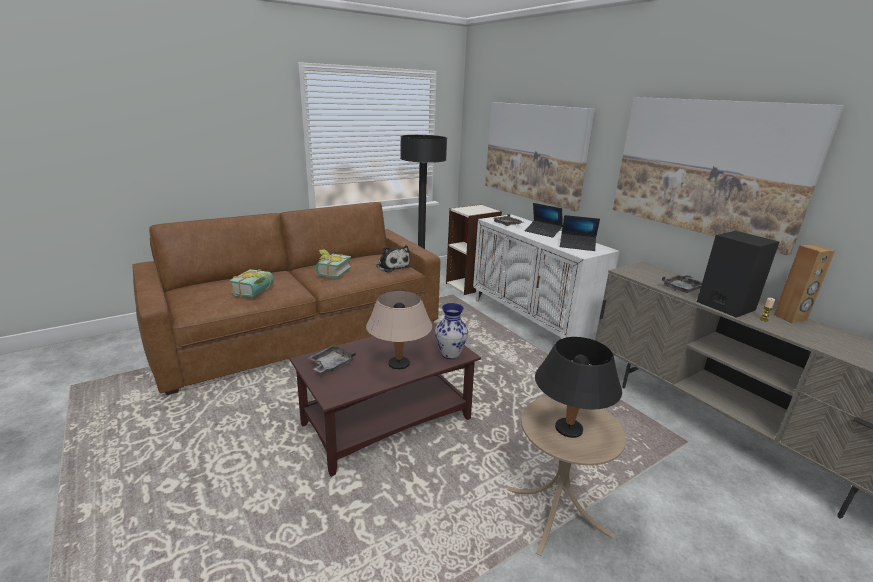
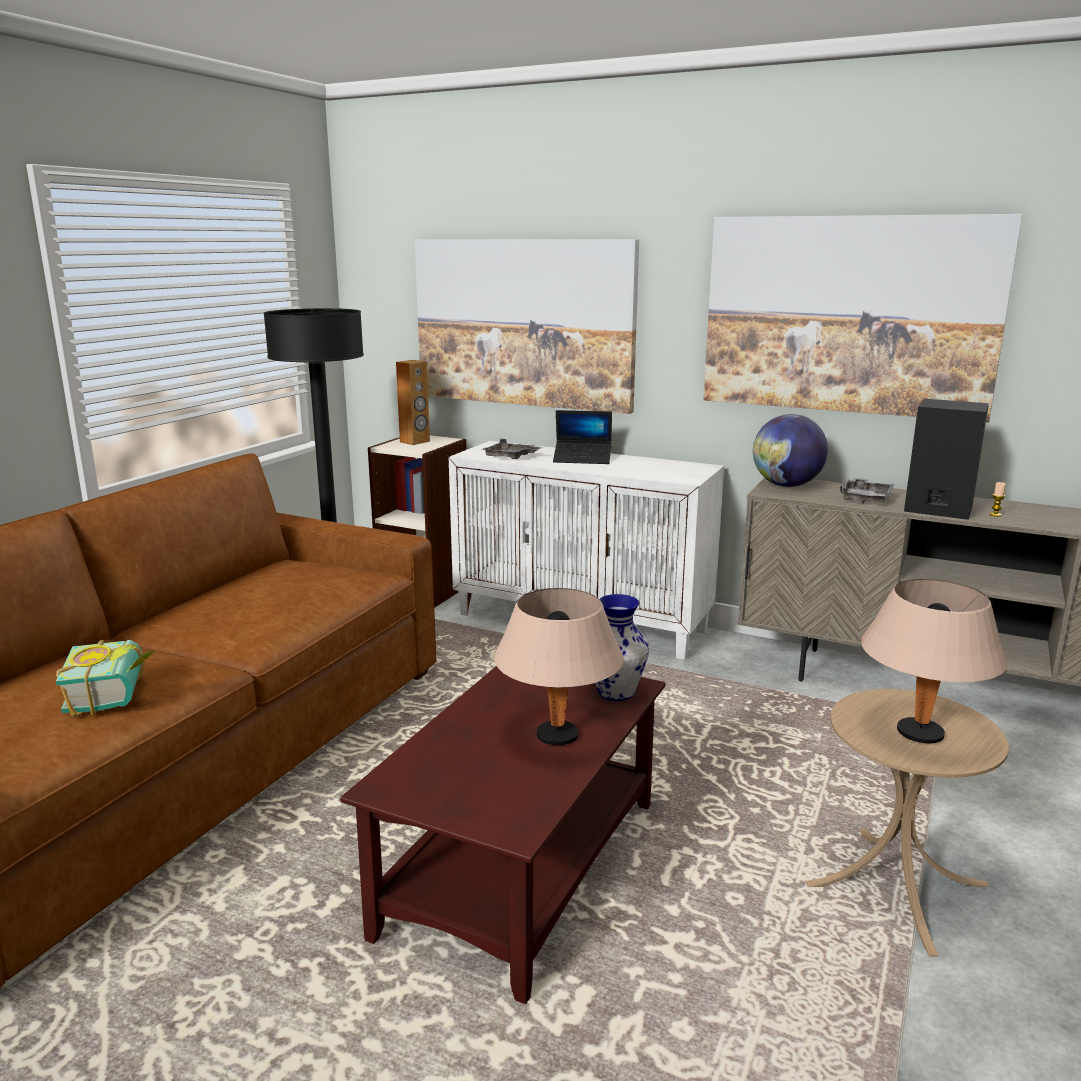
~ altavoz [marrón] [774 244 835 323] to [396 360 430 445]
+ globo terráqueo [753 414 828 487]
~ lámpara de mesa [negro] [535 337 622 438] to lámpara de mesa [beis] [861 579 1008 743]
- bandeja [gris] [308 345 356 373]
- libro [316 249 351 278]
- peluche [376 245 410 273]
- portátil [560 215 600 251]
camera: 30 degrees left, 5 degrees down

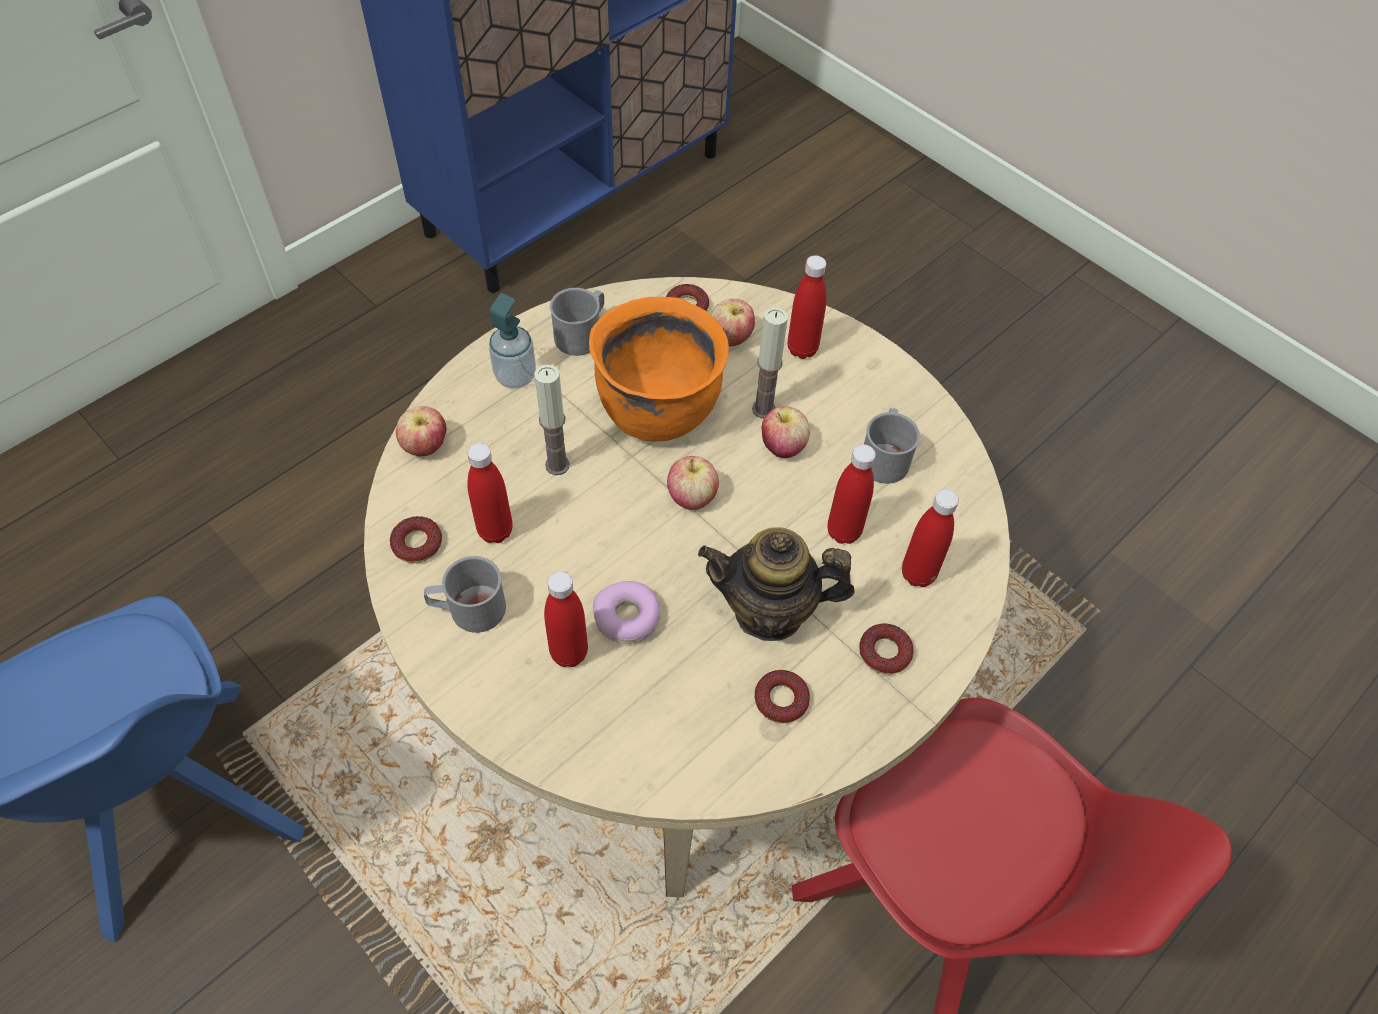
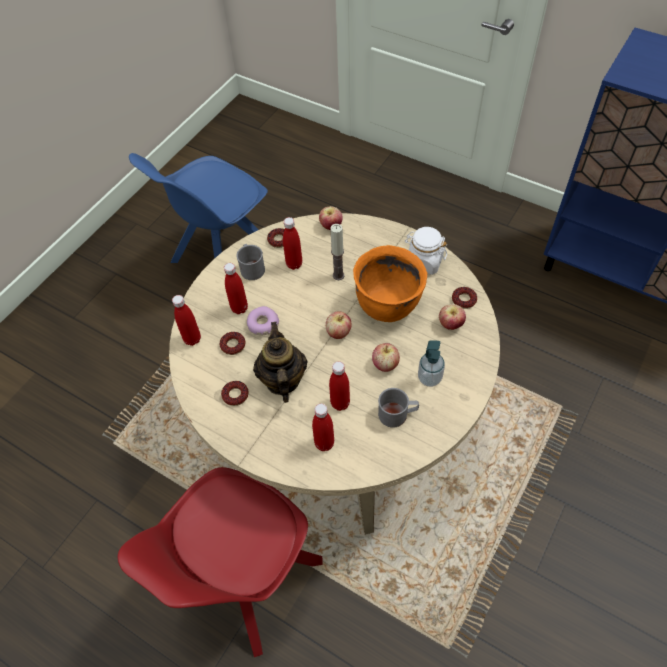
~ botella [rojo] [787 255 827 359] to [172 295 201 346]
~ rosquilla [859 623 914 674] to [220 332 245 355]
~ taza grande [gris] [550 288 604 356] to tarro [blanco] [405 227 447 275]
~ dispensador de jabón [489 293 536 389] to [418 340 445 387]
- vela [752 307 788 419]
camera: 80 degrees right, 0 degrees up

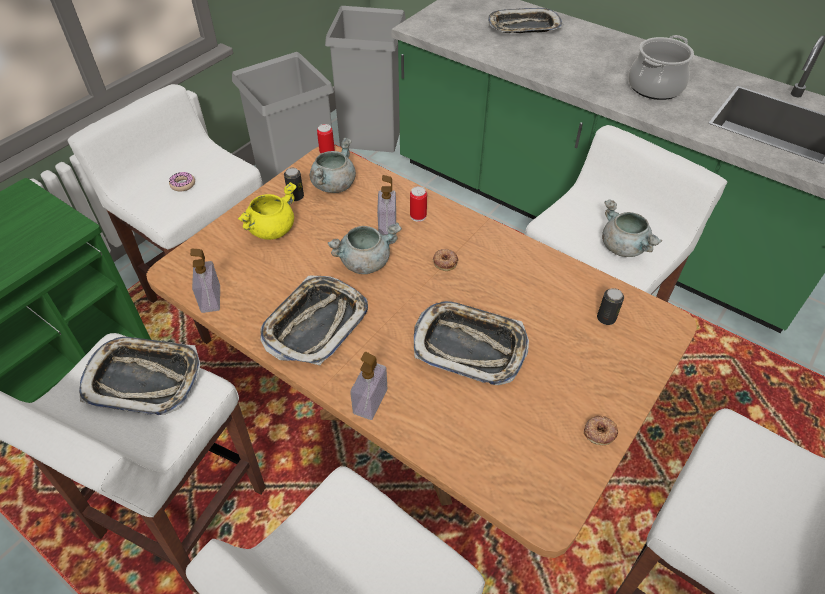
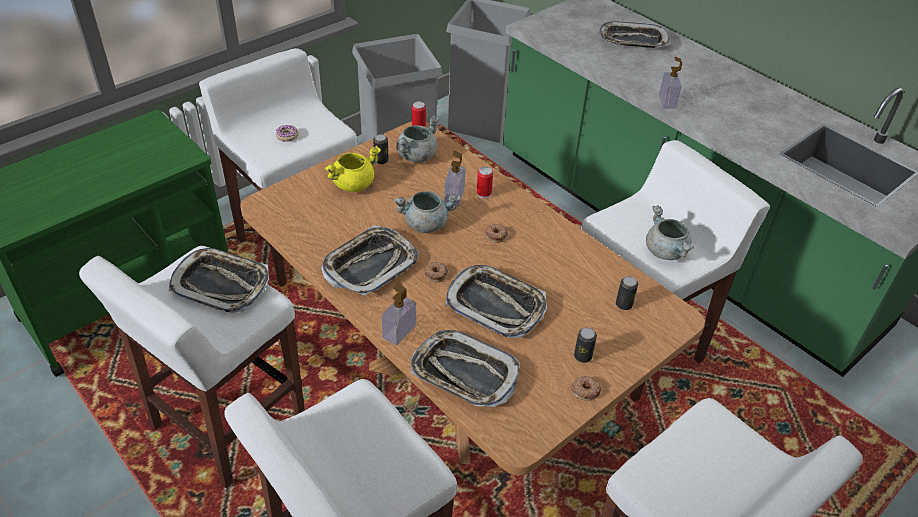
+ bandeja [411 330 519 407]
+ rosquilla [424 262 448 283]
+ lata [574 328 597 363]
~ dispensador de jabón [190 249 220 313] to [659 57 682 109]
- olla [628 35 694 100]
camera: 10 degrees right, 5 degrees down

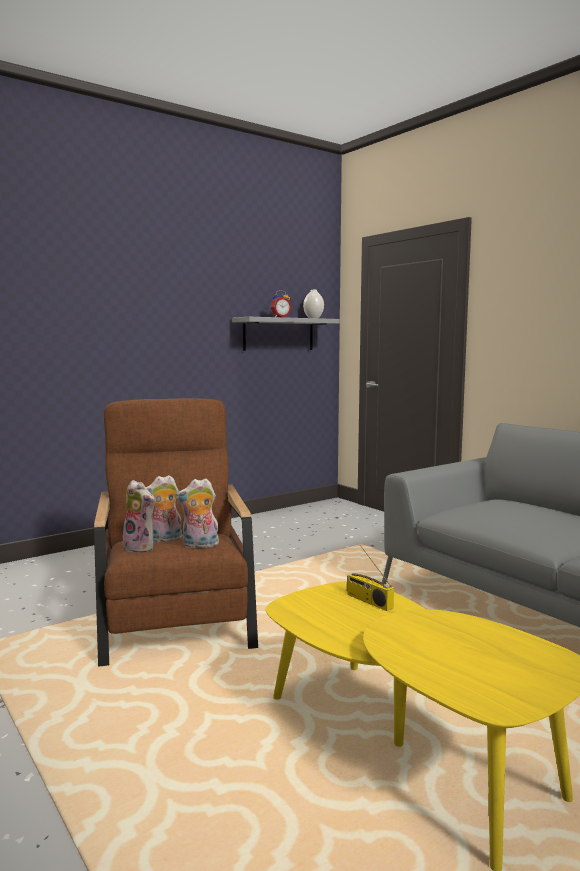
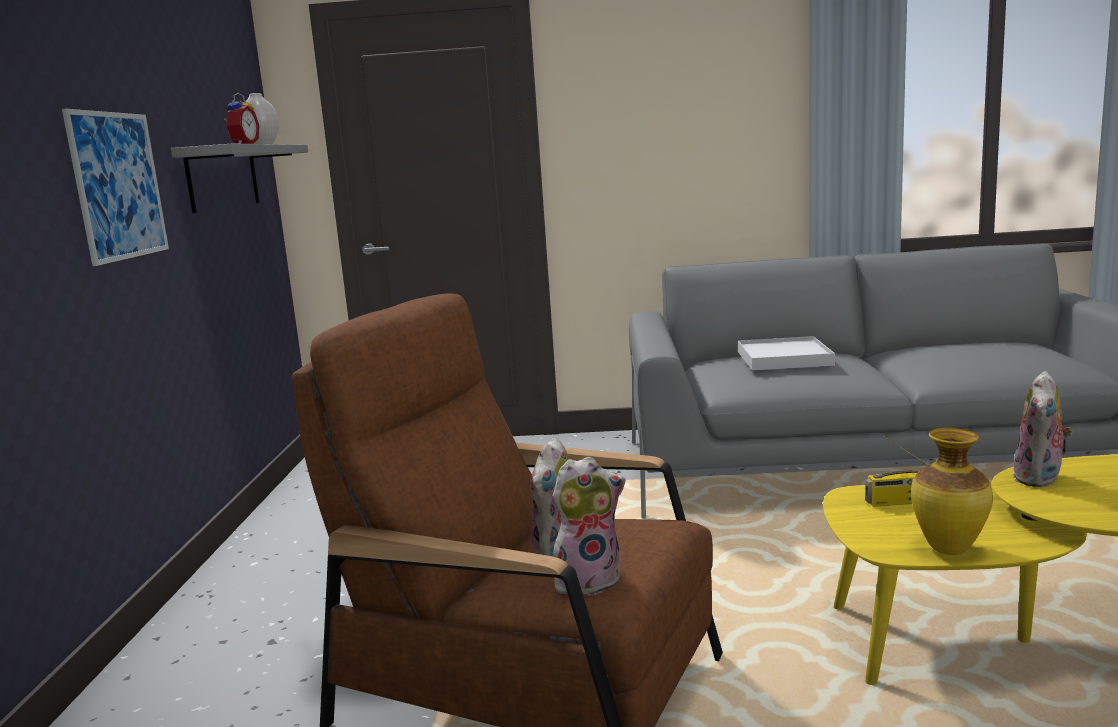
+ cuadro [62 109 169 266]
+ bandeja [blanco] [738 336 835 370]
+ florero [911 428 993 555]
~ peluche [176 478 219 548] to [1013 371 1073 487]
camera: 50 degrees left, 5 degrees up

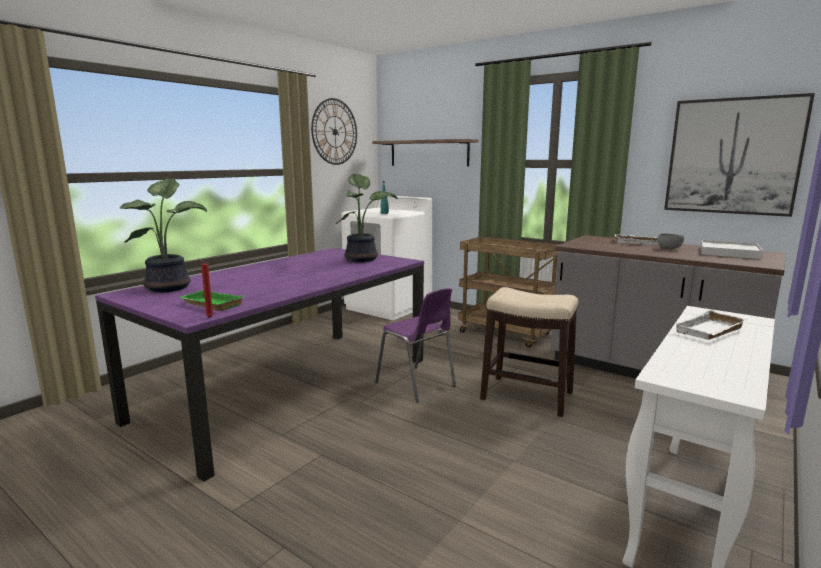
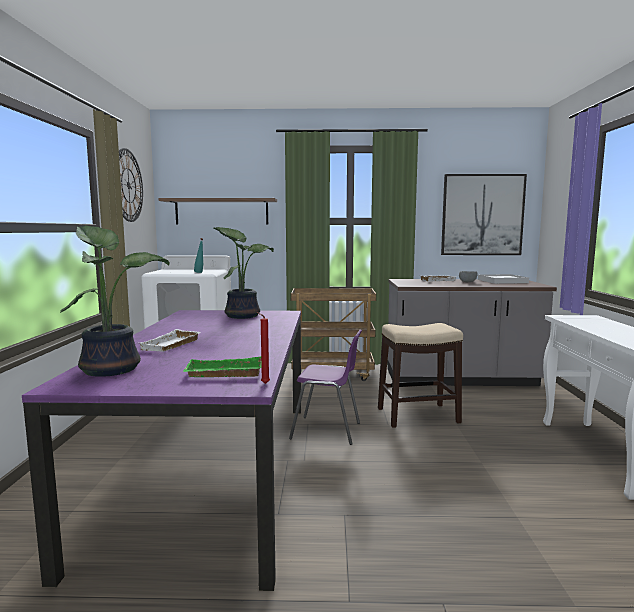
~ bandeja [blanco] [674 309 748 340] to [140 329 201 352]
camera: 35 degrees left, 5 degrees down

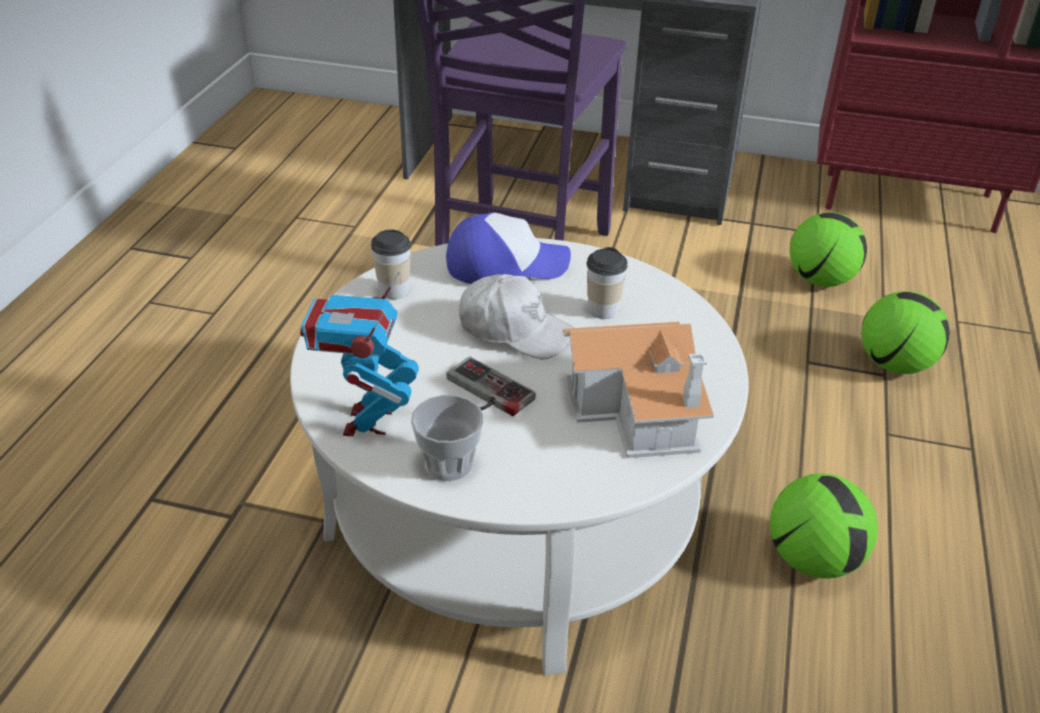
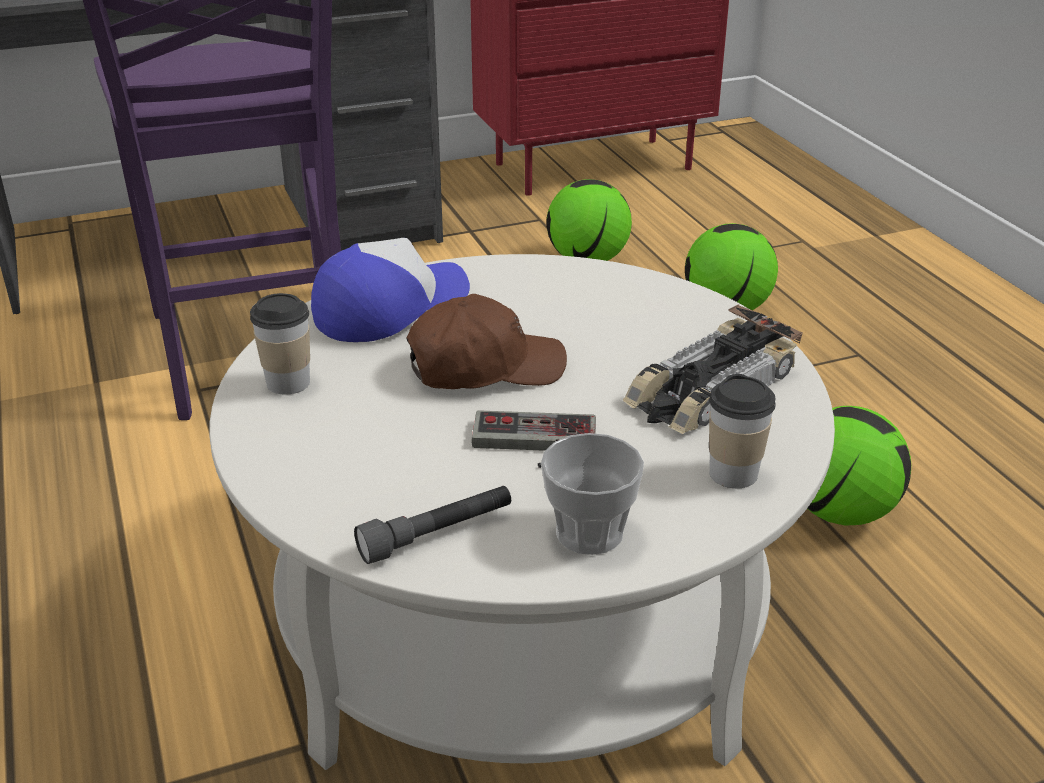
~ robot de juguete [300 271 419 436] to linterna [gris] [354 486 511 564]
~ gorra [blanco] [459 274 574 359] to gorra [marrón] [406 294 567 389]
~ casita [563 321 714 458] to coche de juguete [623 304 802 434]
~ taza [587 247 627 319] to [709 374 776 488]
camera: 35 degrees left, 5 degrees down

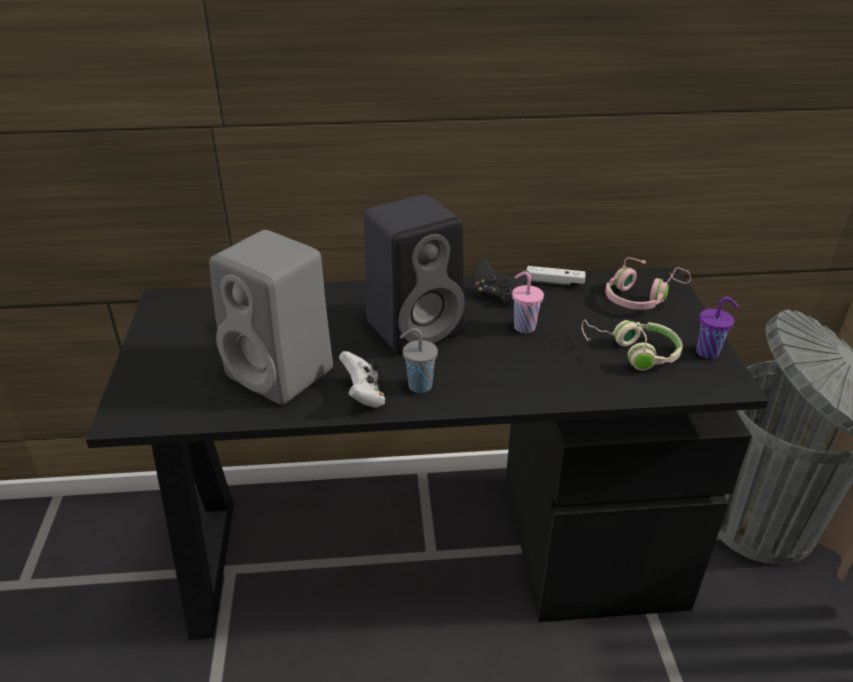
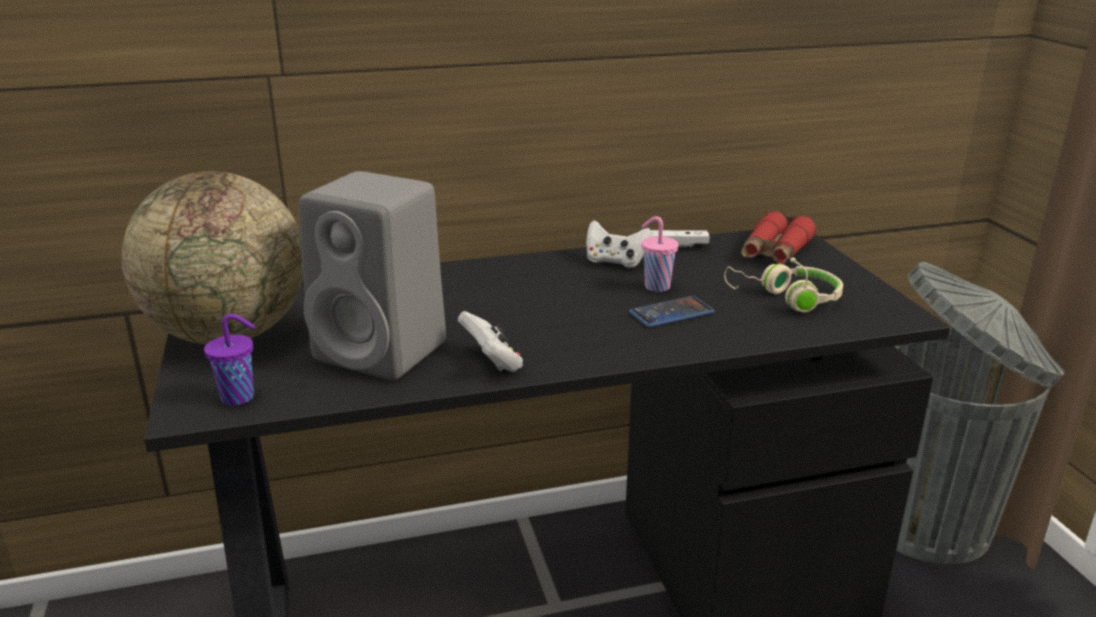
+ globo terráqueo [122 171 303 344]
~ taza [morado] [696 297 739 359] to [204 314 256 406]
~ mando de consola [negro] [474 258 529 304] to mando de consola [blanco] [586 220 652 268]
+ móvil [629 296 715 328]
~ auriculares [rosa] [605 257 691 310] to prismáticos [rojo] [741 211 817 264]
- altavoz [negro] [364 195 465 354]
- taza [gris] [400 328 438 393]
camera: 10 degrees left, 10 degrees down

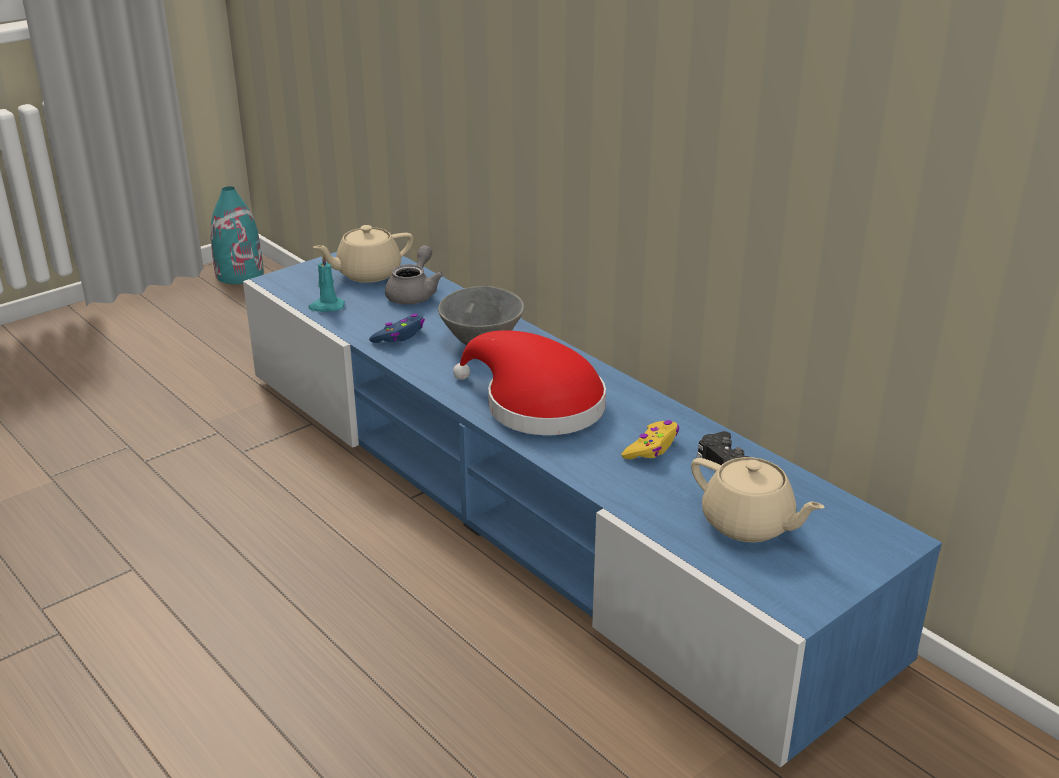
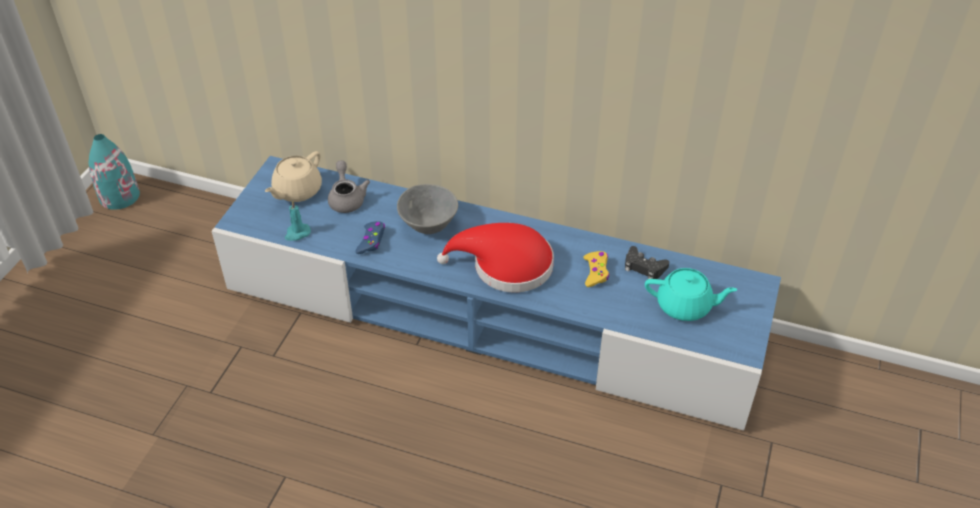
~ tetera [beis] [691 457 825 542] to tetera [turquesa] [645 268 737 321]
camera: 30 degrees left, 15 degrees up

